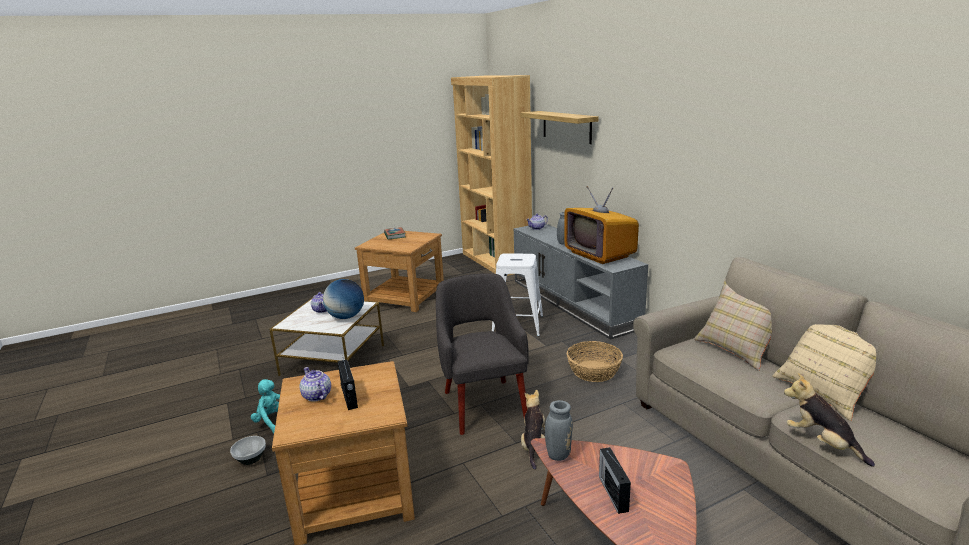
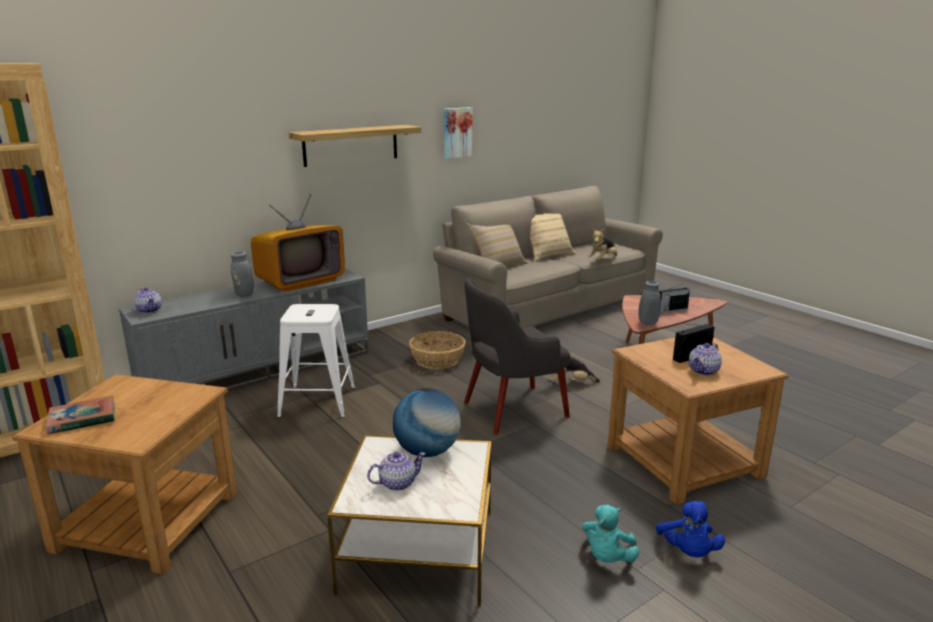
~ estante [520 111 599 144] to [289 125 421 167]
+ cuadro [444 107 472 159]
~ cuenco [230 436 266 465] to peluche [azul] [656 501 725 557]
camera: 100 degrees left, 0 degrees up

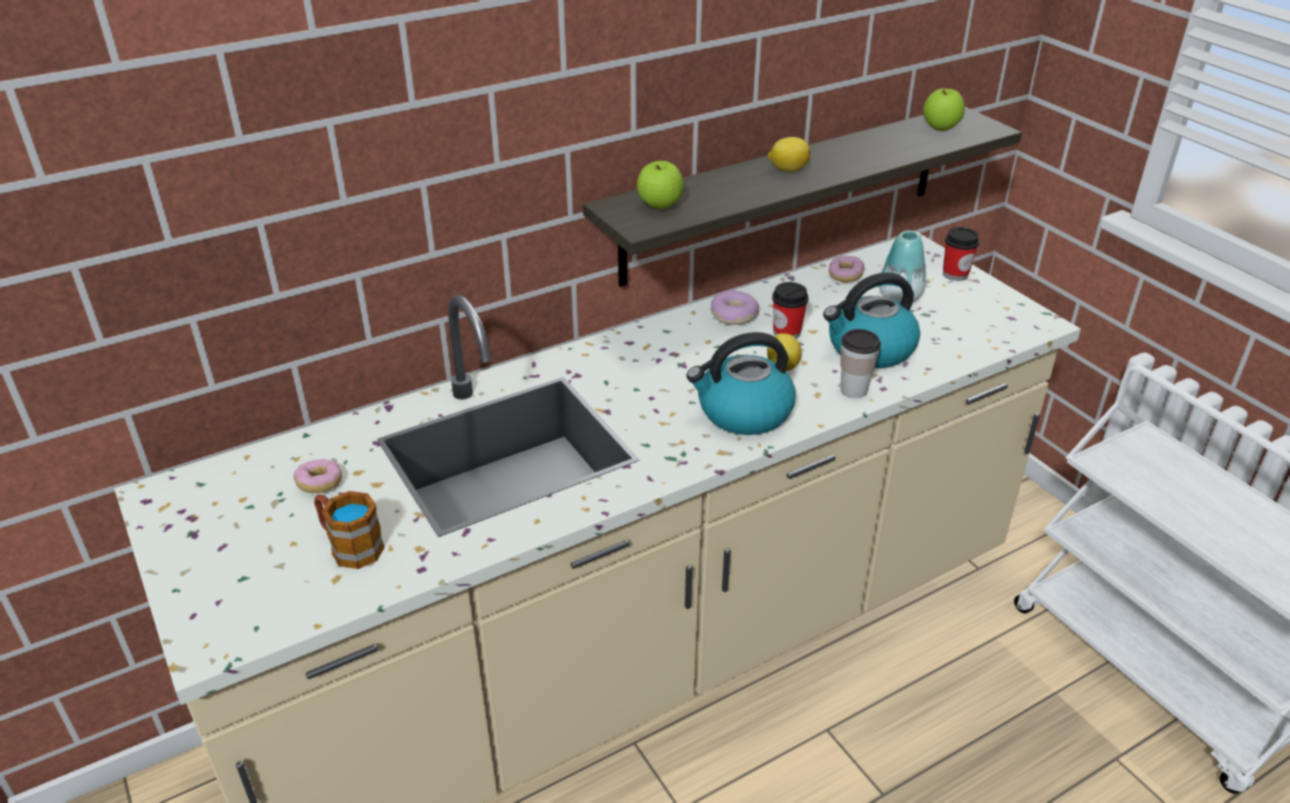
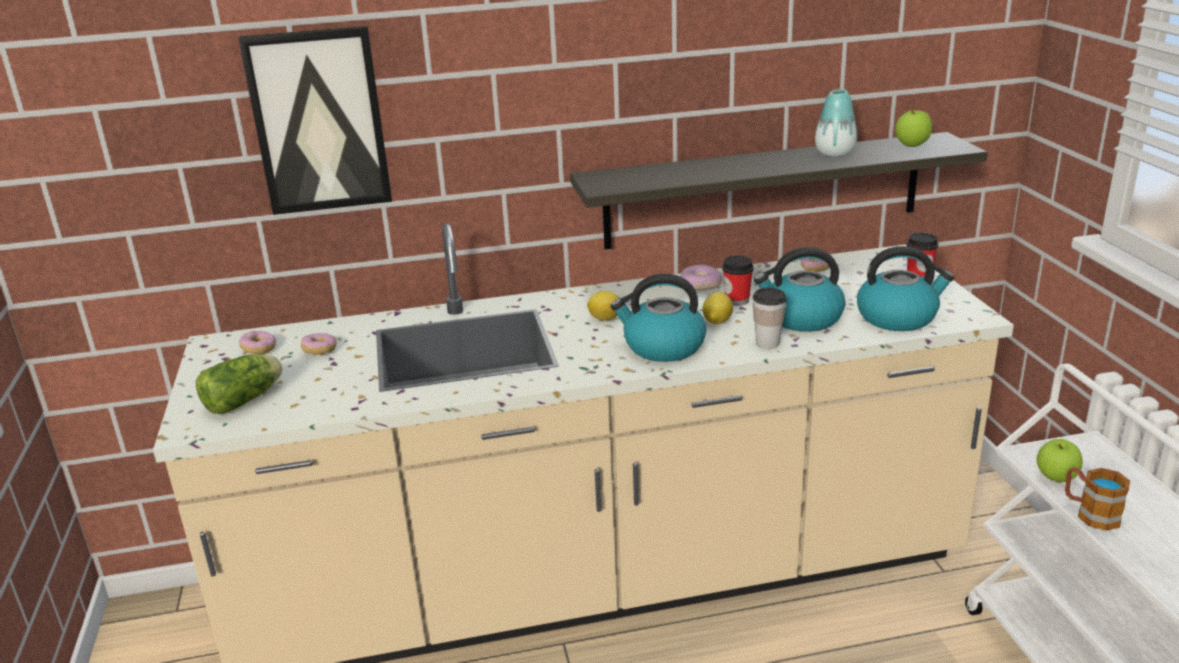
+ lechuga [195 354 283 414]
+ cuadro [238 26 392 215]
+ rosquilla [239 331 276 354]
~ limón [768 137 810 172] to [587 291 619 321]
~ florero [879 230 926 303] to [815 89 857 157]
+ hervidor [857 246 954 331]
~ manzana [637 161 683 209] to [1036 439 1083 482]
~ taza grande [314 491 384 569] to [1065 468 1130 531]
camera: 20 degrees right, 10 degrees down

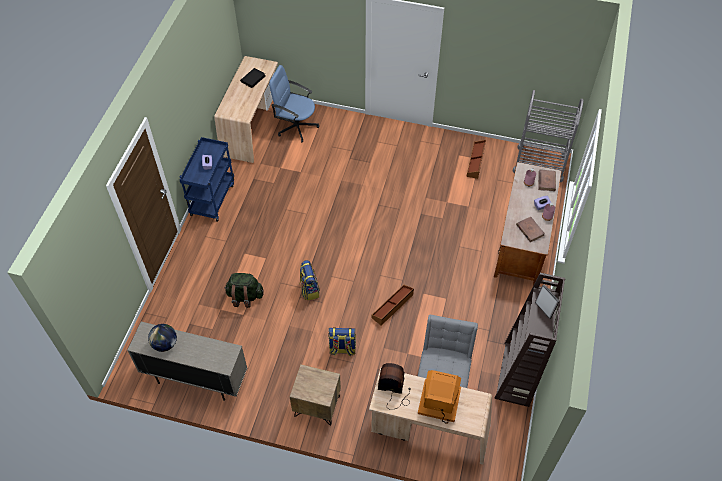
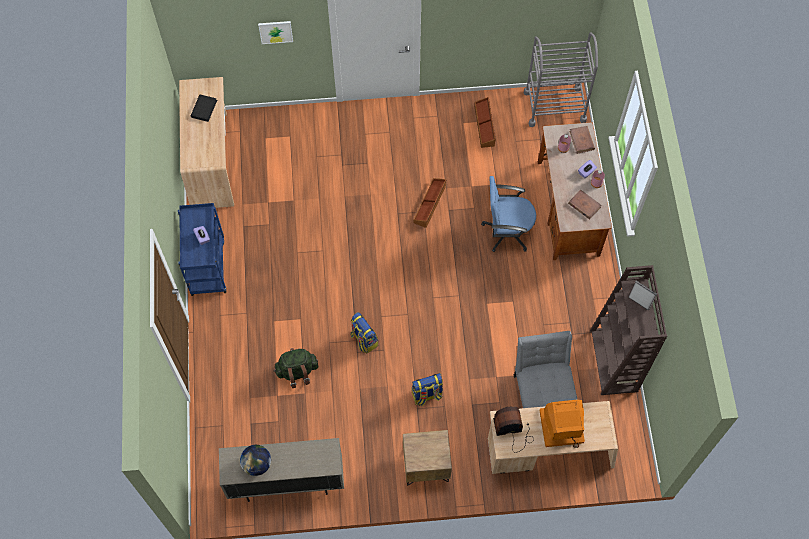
+ cuadro [258 21 293 44]
~ caja de almacenaje [marrón] [371 285 414 326] to [413 178 447 228]
~ silla de oficina [azul] [269 65 319 142] to [481 176 536 252]
camera: 20 degrees left, 10 degrees up

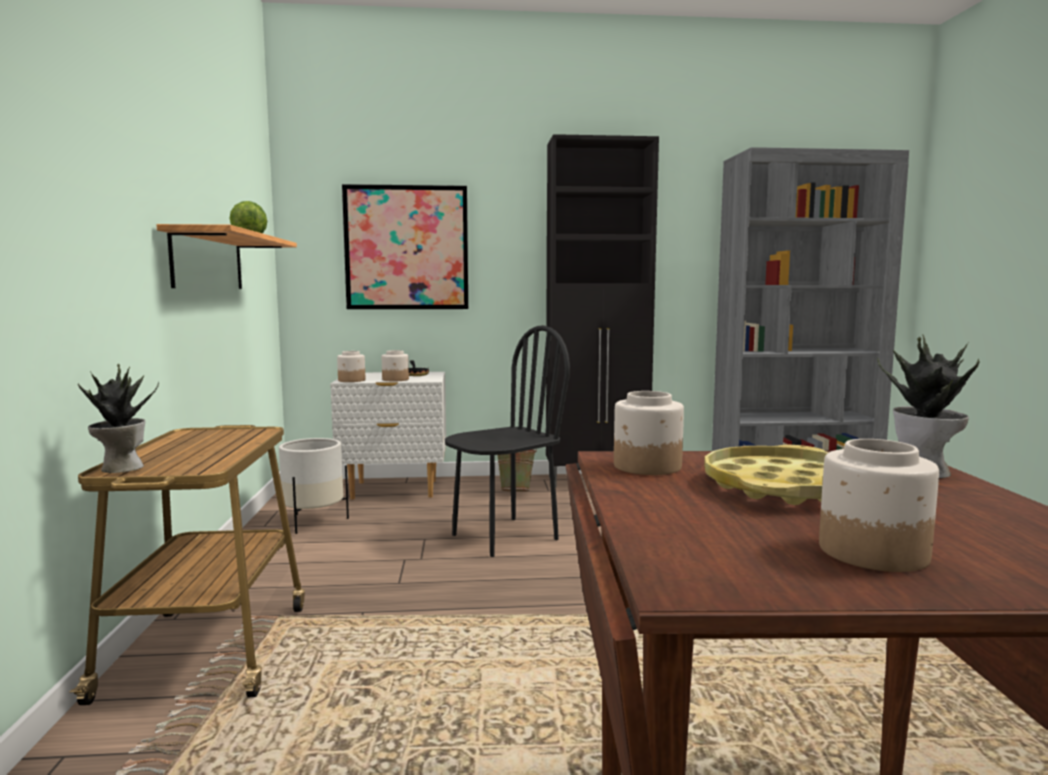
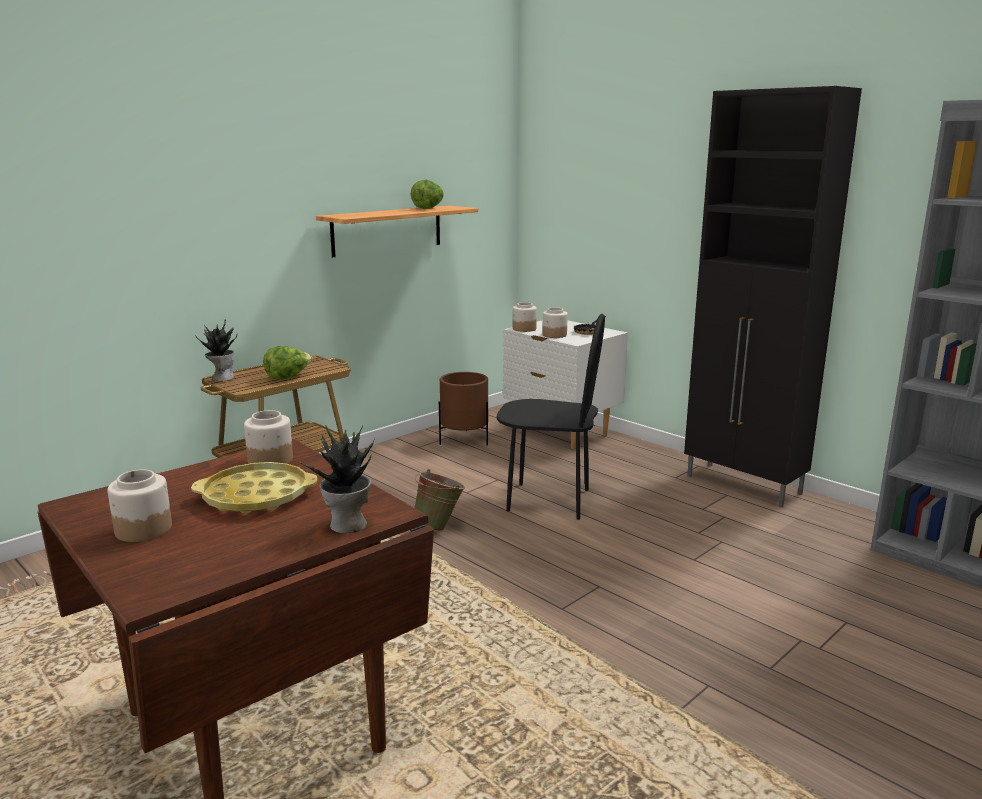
+ lechuga [263 346 312 380]
~ cubo [verde] [498 449 537 492] to [415 469 465 532]
~ maceta [blanco] [279 438 349 534] to maceta [marrón] [439 372 489 446]
- cuadro [342 184 468 309]
camera: 50 degrees right, 10 degrees up

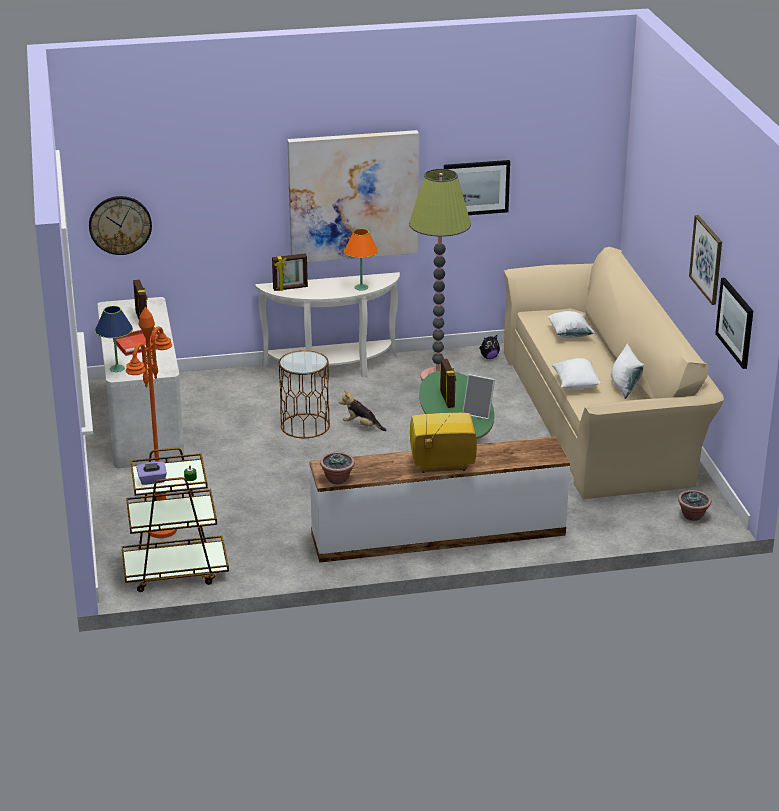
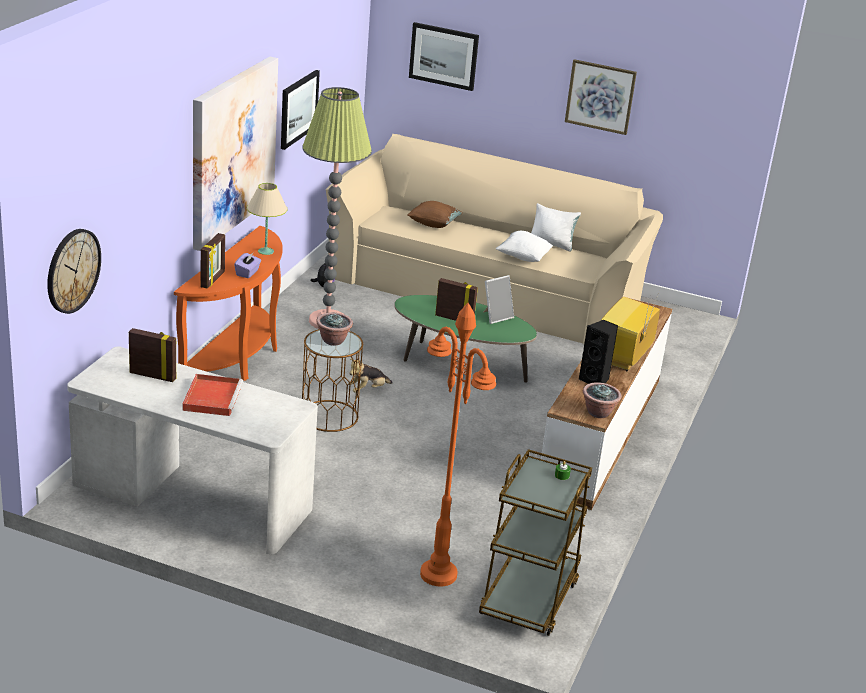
~ mesa consola [blanco] [255 272 400 383] to mesa consola [naranja] [174 226 283 381]
~ caja de pañuelos [morado] [136 461 167 485] to [234 252 261 278]
~ lámpara de mesa [naranja] [344 229 378 290] to lámpara de mesa [beis] [247 183 287 255]
~ planta en maceta [678 490 711 521] to [316 313 353 346]
~ cojín [blanco] [548 311 595 338] to cojín [marrón] [408 201 462 228]
~ cuadro [715 278 753 369] to [409 22 479 91]
+ altavoz [negro] [579 320 618 384]
- lámpara de mesa [azul] [95 306 133 372]
camera: 60 degrees left, 0 degrees up

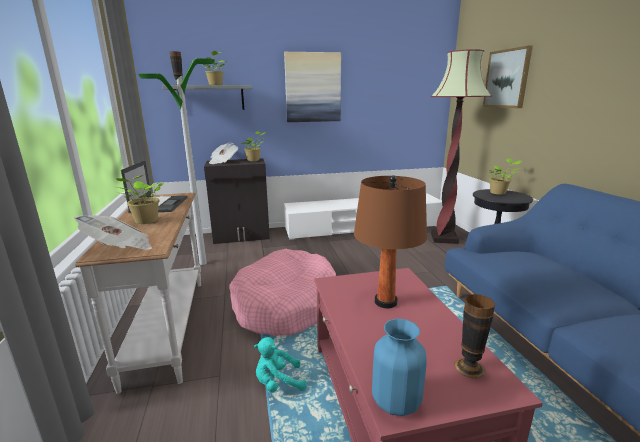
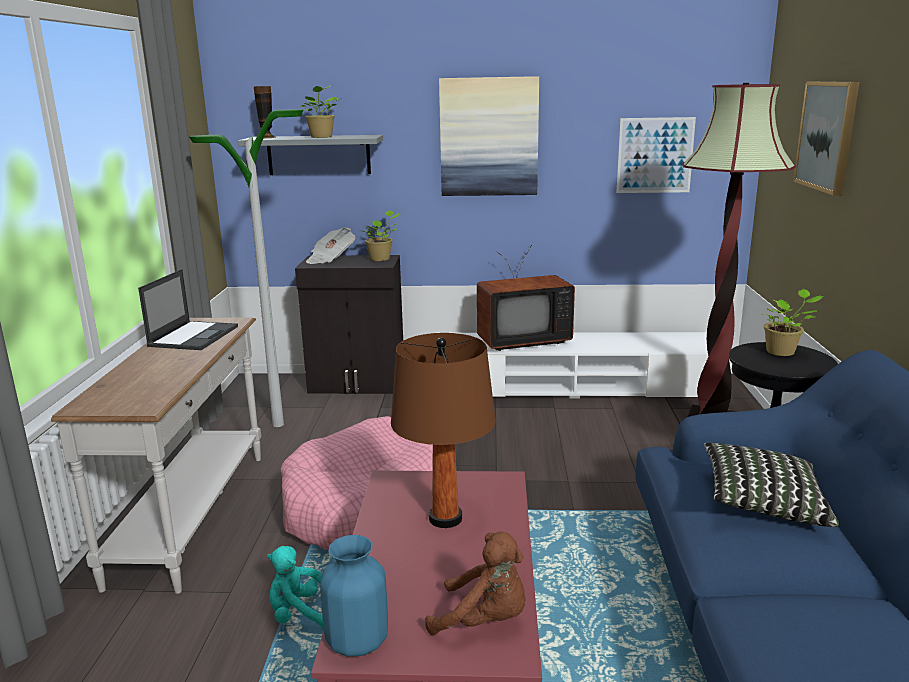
~ florero [454 294 495 378] to peluche [marrón] [425 531 526 635]
+ televisor [477 245 575 351]
+ cuadro [616 117 696 193]
+ cojín [704 443 839 527]
- periódico [74 215 152 250]
- planta en maceta [116 175 164 224]
camera: 15 degrees right, 0 degrees up

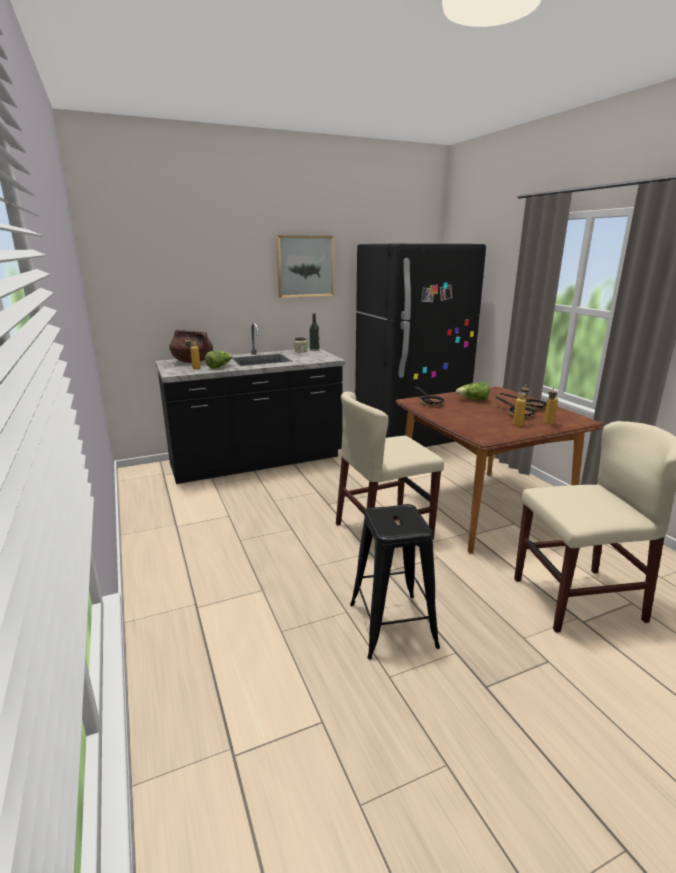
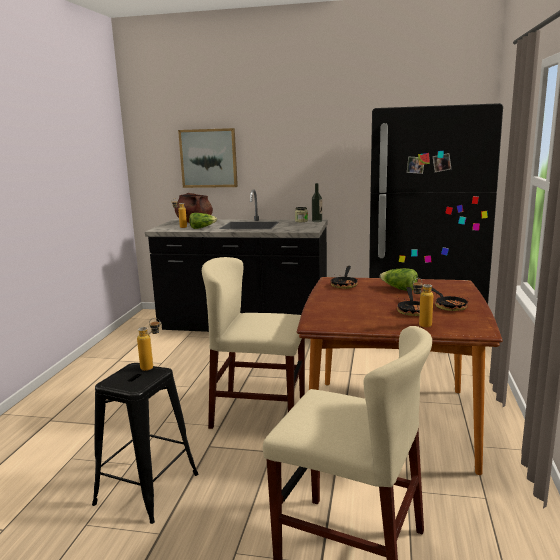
~ botella [513 384 529 427] to [137 318 160 371]
~ cuadro [276 235 334 298] to [178 128 238 188]
camera: 35 degrees right, 5 degrees down

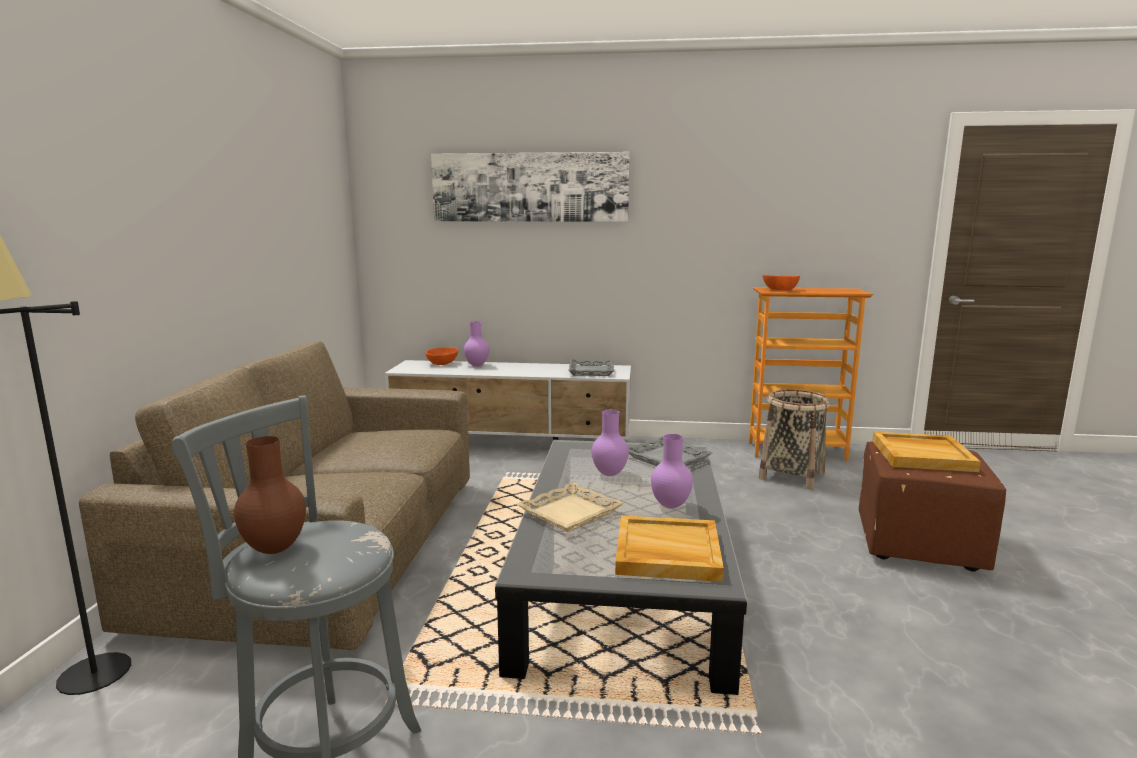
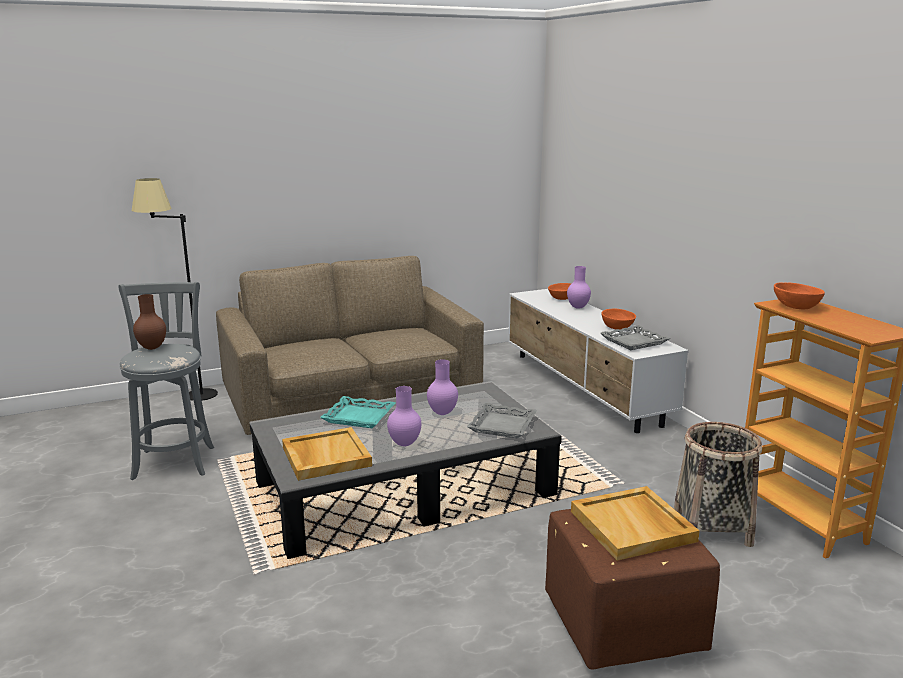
~ bandeja [beis] [517 482 624 532] to bandeja [turquesa] [320 396 395 428]
+ cuenco [naranja] [602 309 636 330]
- cuadro [431 152 630 222]
camera: 60 degrees right, 5 degrees up

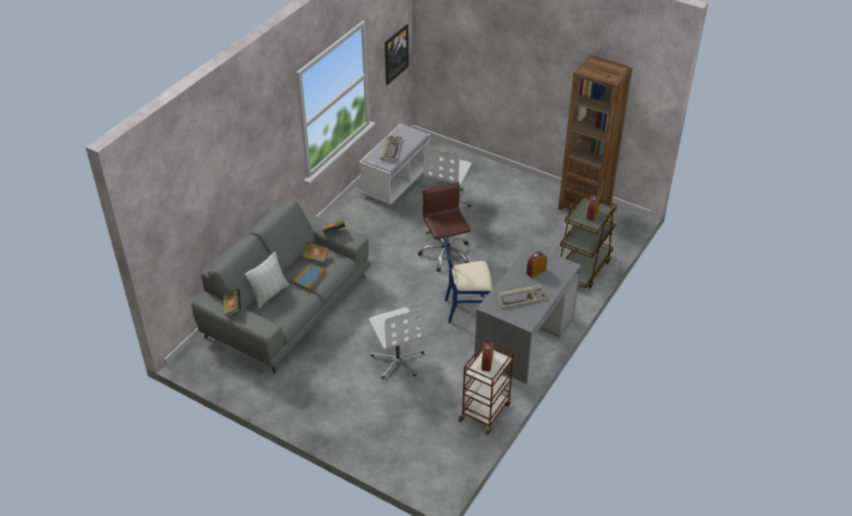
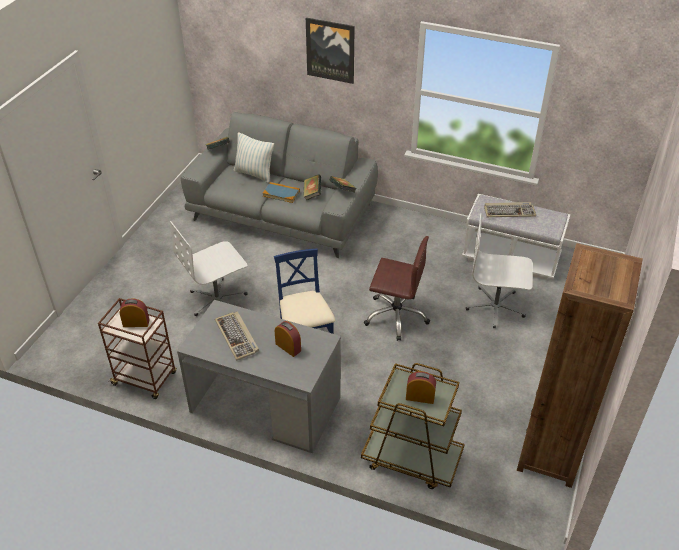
~ cuadro [385 24 409 85] to [306 18 355 84]
~ silla de oficina [marrón] [418 182 471 272] = [364 236 430 341] 45 degrees clockwise
camera: 80 degrees right, 0 degrees up

